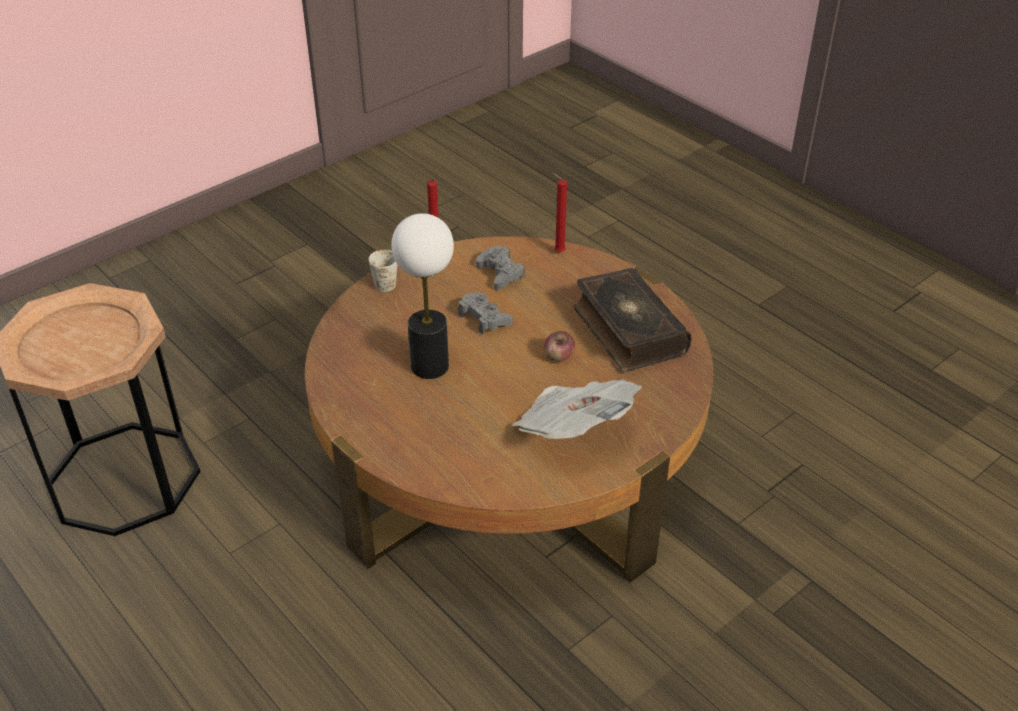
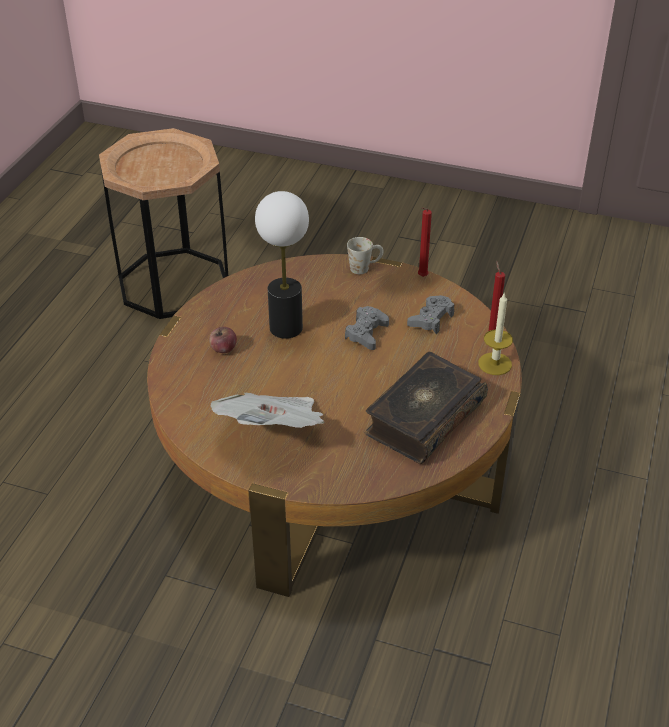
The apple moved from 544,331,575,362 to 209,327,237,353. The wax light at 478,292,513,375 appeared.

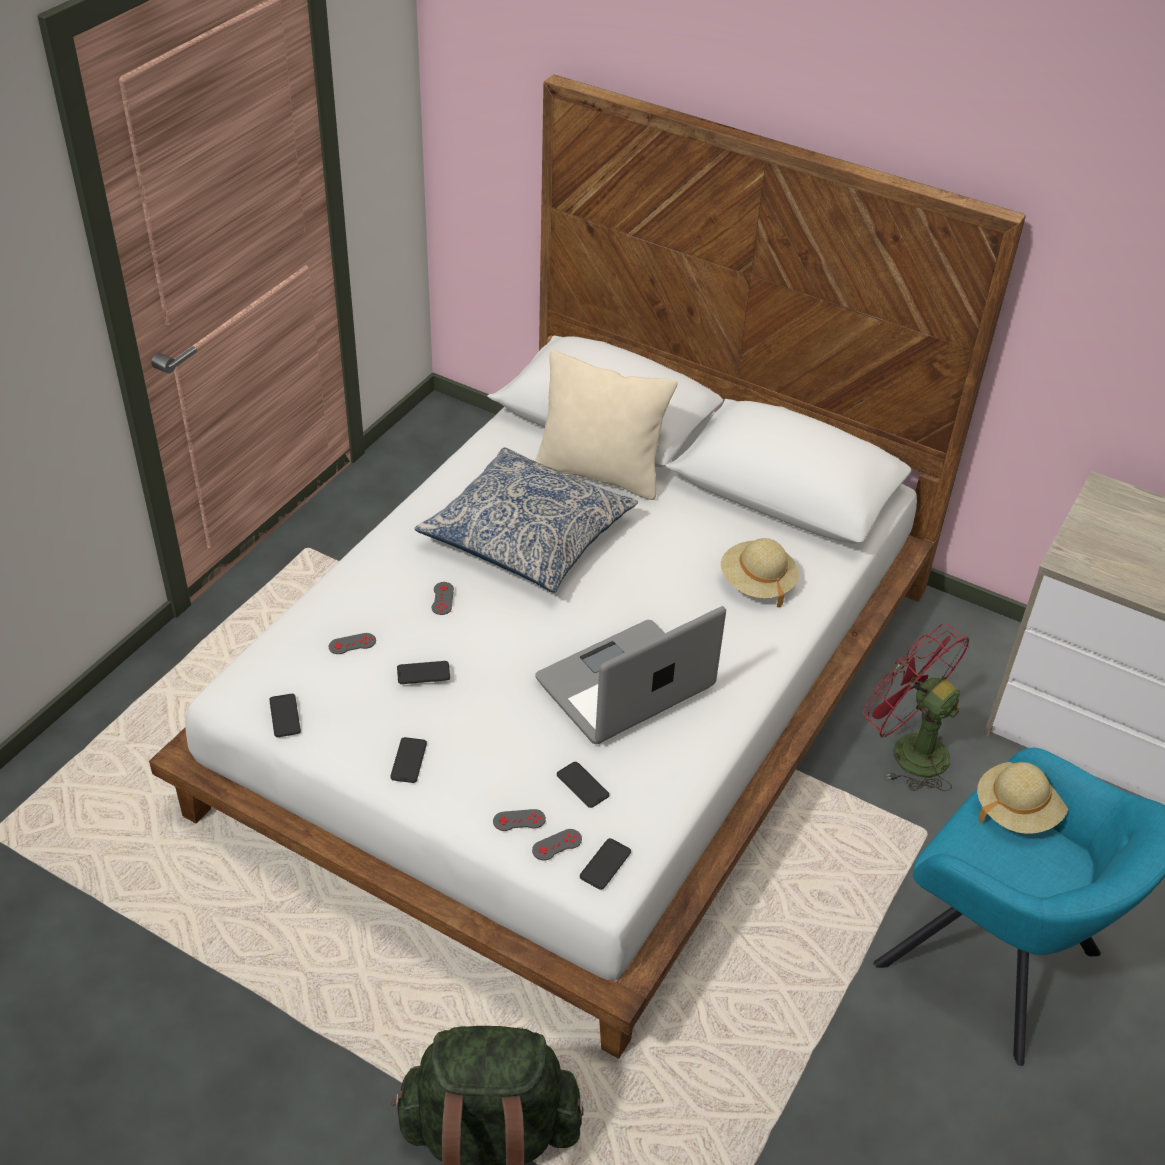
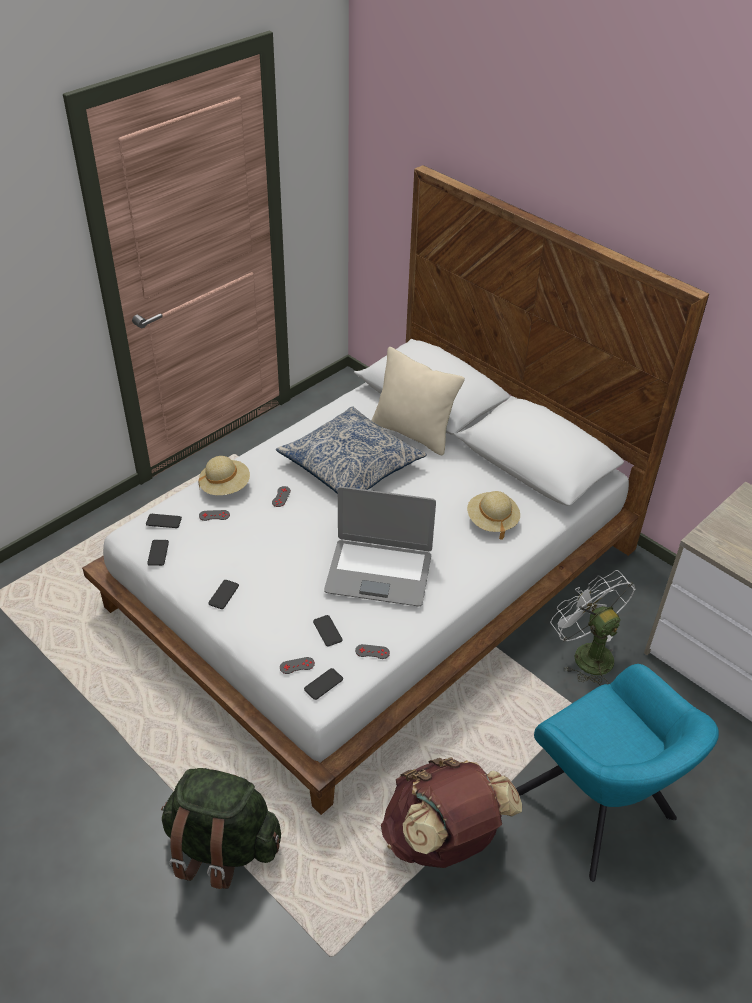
The telephone moved from 397,661,450,684 to 146,514,182,528. The beige hat moved from 977,762,1068,834 to 199,456,250,495. The portable computer at 536,606,726,744 turned 150 degrees counterclockwise. The gray gamepad moved from 493,809,546,831 to 355,644,390,659. The brown-coloured knapsack at 381,757,522,868 appeared. The red fan at 863,623,970,791 became the white fan at 550,570,635,686.

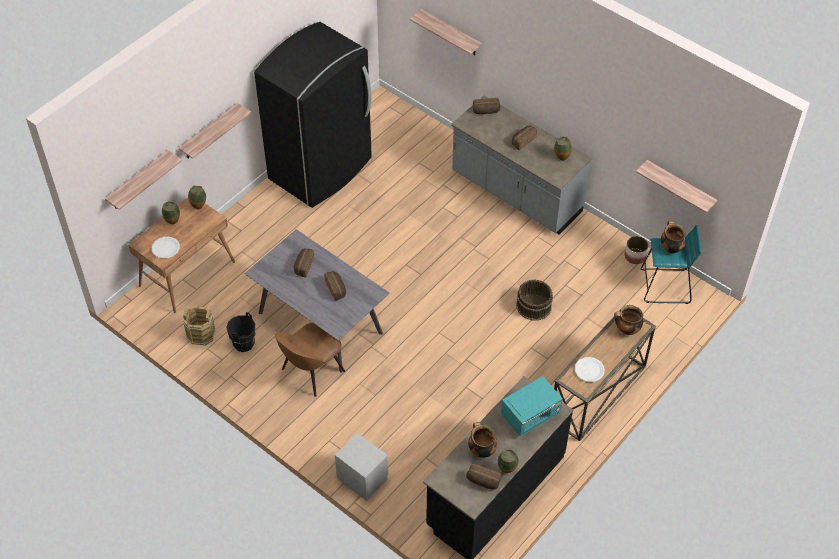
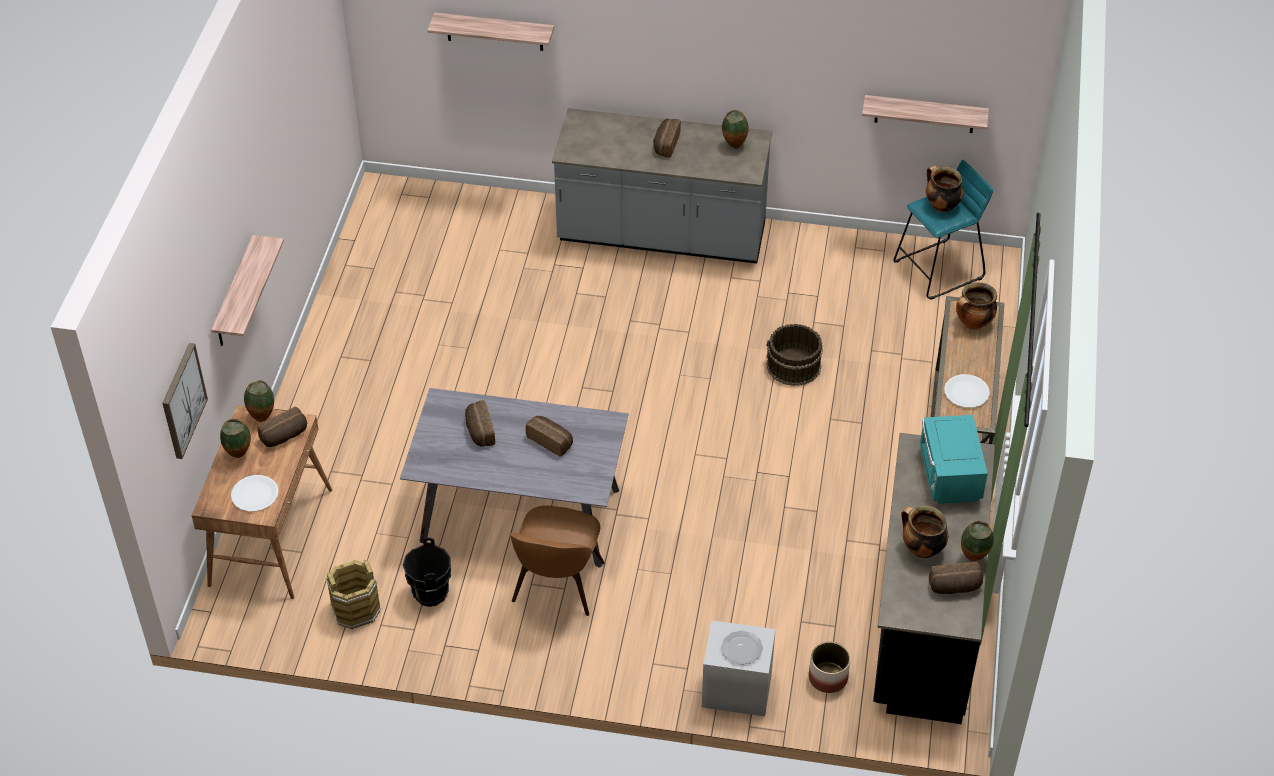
The bracket shelf at 105,150,182,210 was replaced by the wall art at 162,343,208,459. The bakery bread moved from 473,98,500,114 to 258,407,307,447. The dinner plate at 721,631,763,665 appeared. The flower pot moved from 624,236,649,264 to 809,642,850,693. The turquoise-coloured kitchen microwave at 501,376,563,437 turned 150 degrees clockwise. The black fridge at 254,22,372,208 disappeared.

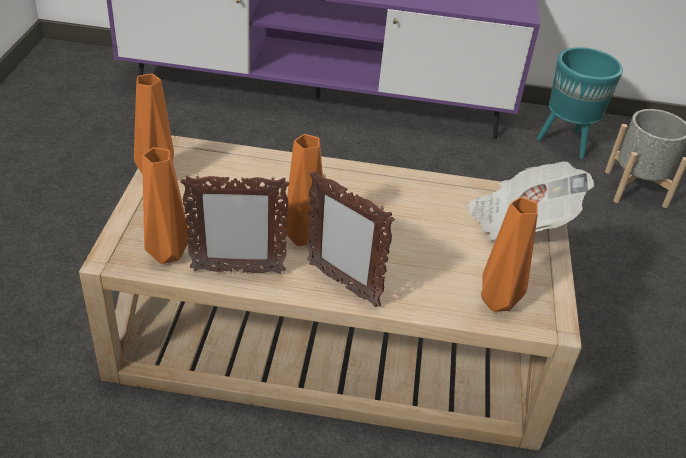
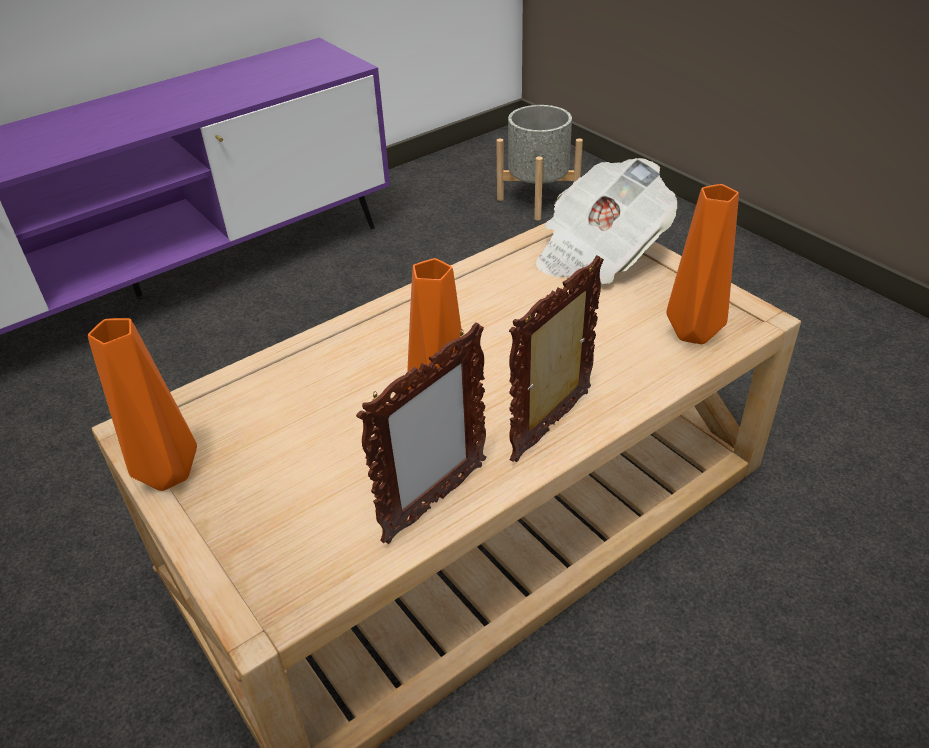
The photo frame at 307,171,395,307 turned 135 degrees clockwise. The orangey decorative vase at 142,147,189,264 disappeared. The turquoise-coloured flower pot at 537,47,623,159 disappeared.

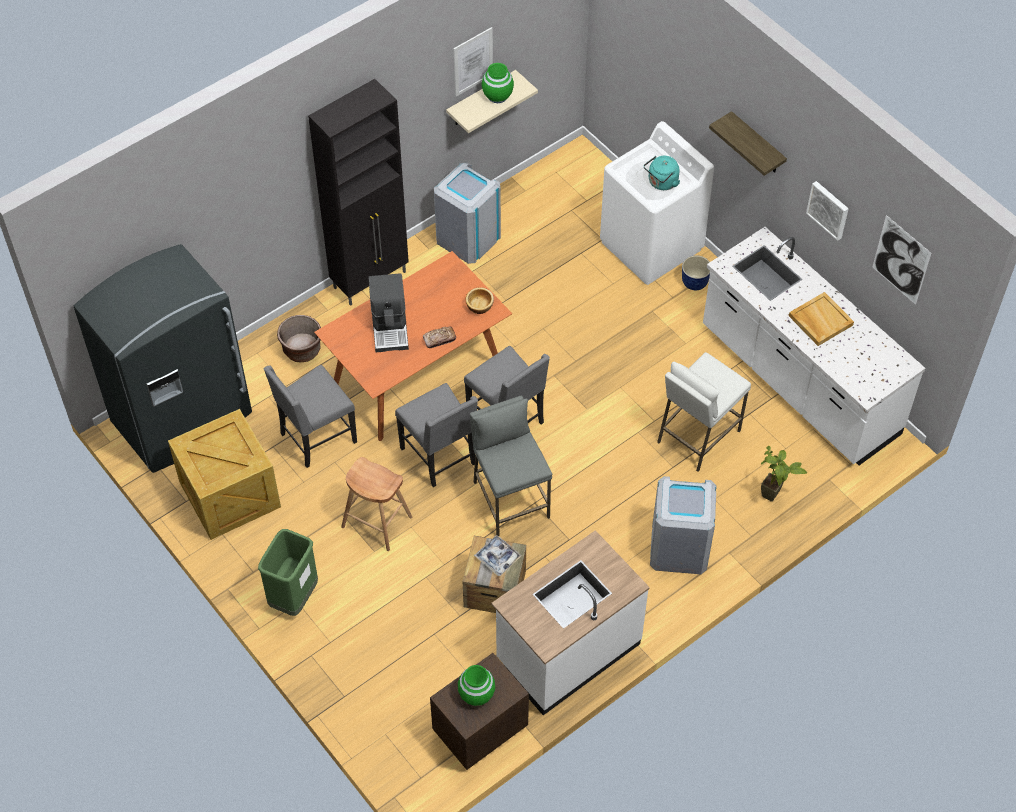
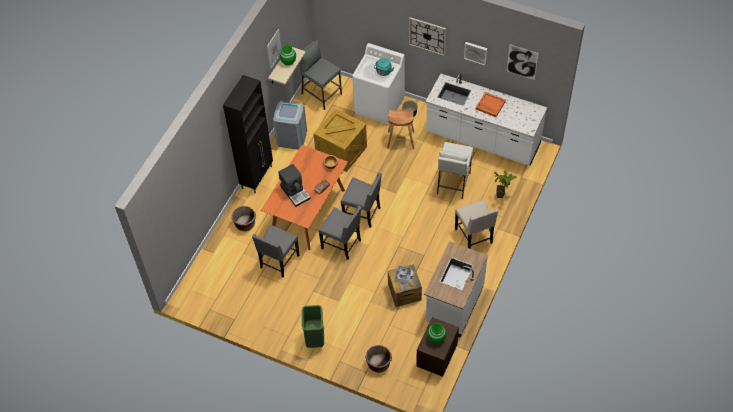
The gray stool seat moved from 470,396,552,536 to 298,40,342,110. The shipping crate moved from 168,409,281,540 to 313,109,367,172. The brown-coloured flower pot at 366,345,392,373 appeared. The brown-coloured stool seat moved from 341,457,413,551 to 387,110,415,149. The bracket shelf at 709,111,787,176 was replaced by the clock on the wall at 409,17,446,56. The gray waste bin at 650,476,717,574 was replaced by the beige upright chair at 455,199,498,249. The beige tray at 789,292,854,346 became the orangey tray at 476,92,506,117. The gray fridge at 74,244,252,473 disappeared.

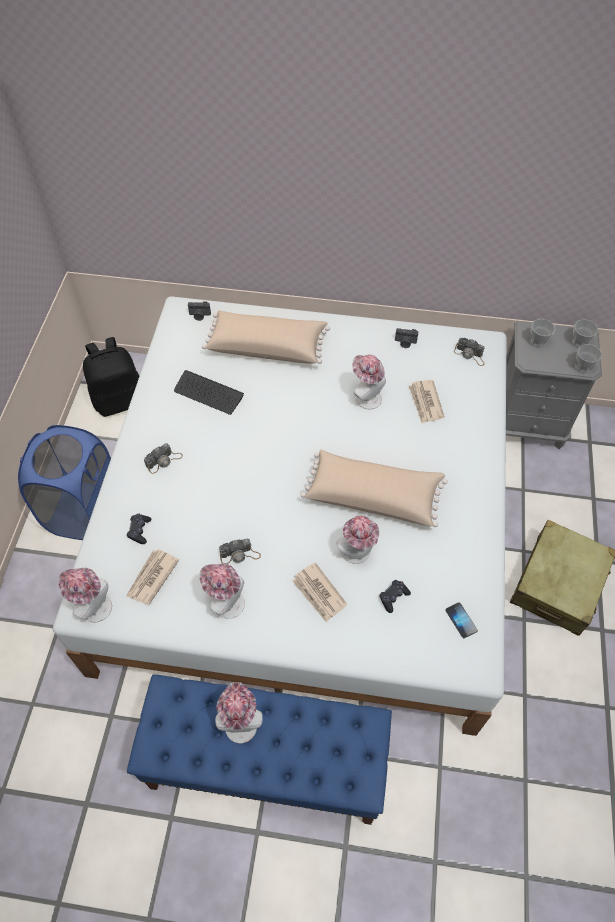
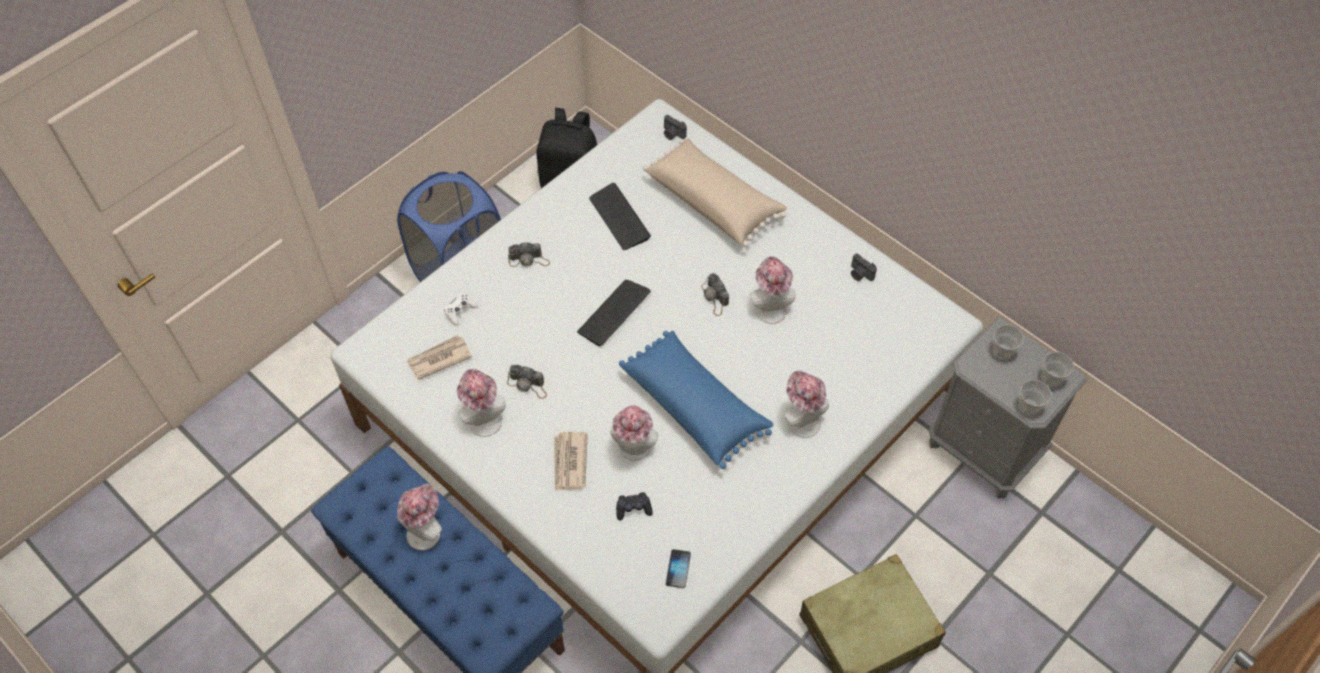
The black gamepad at 127,514,151,544 became the white gamepad at 444,293,478,326. The computer keyboard at 577,280,651,346 appeared. The beige throw pillow at 300,449,448,527 became the blue throw pillow at 619,331,773,469. The still camera moved from 454,338,485,366 to 701,273,729,316. The hat moved from 58,568,112,622 to 784,370,829,438. The daily paper at 409,380,445,423 disappeared.

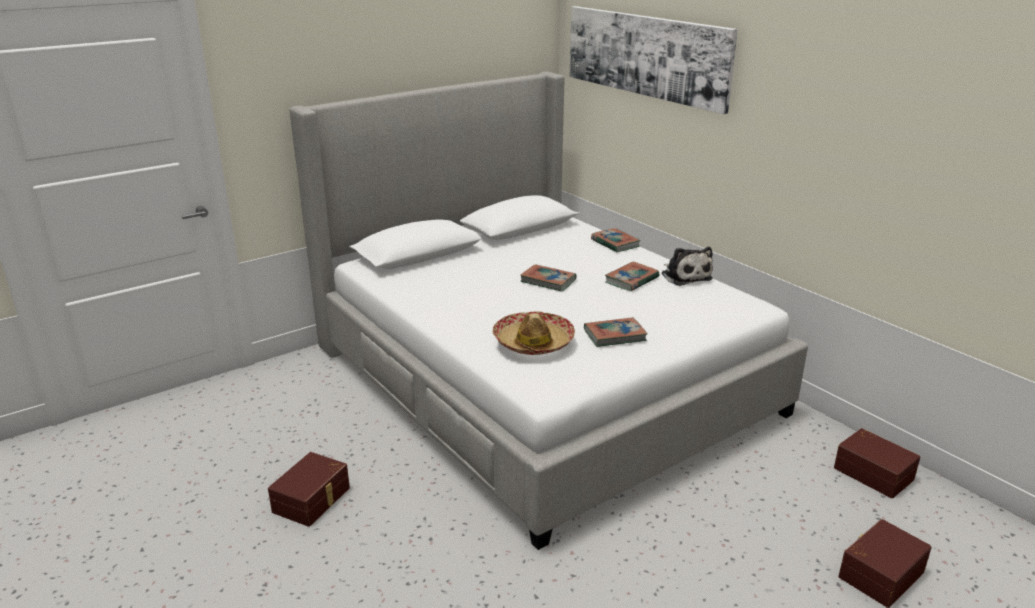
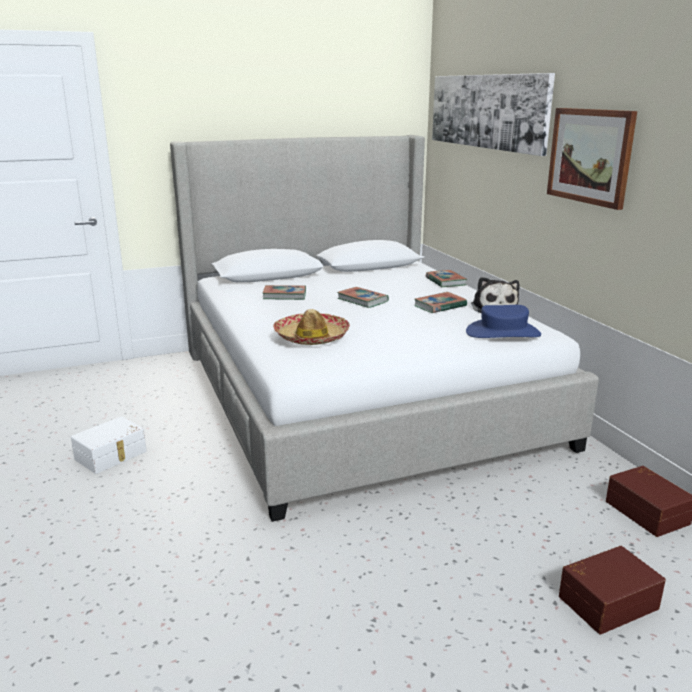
The brown-coloured storage box at 268,452,350,527 became the white storage box at 71,416,147,474. The book moved from 584,317,647,347 to 263,285,306,300. The blue hat at 466,305,541,338 appeared. The wall art at 547,108,637,210 appeared.

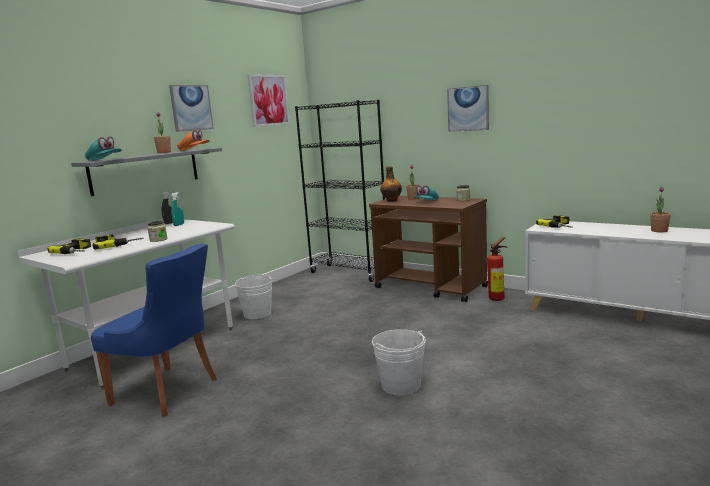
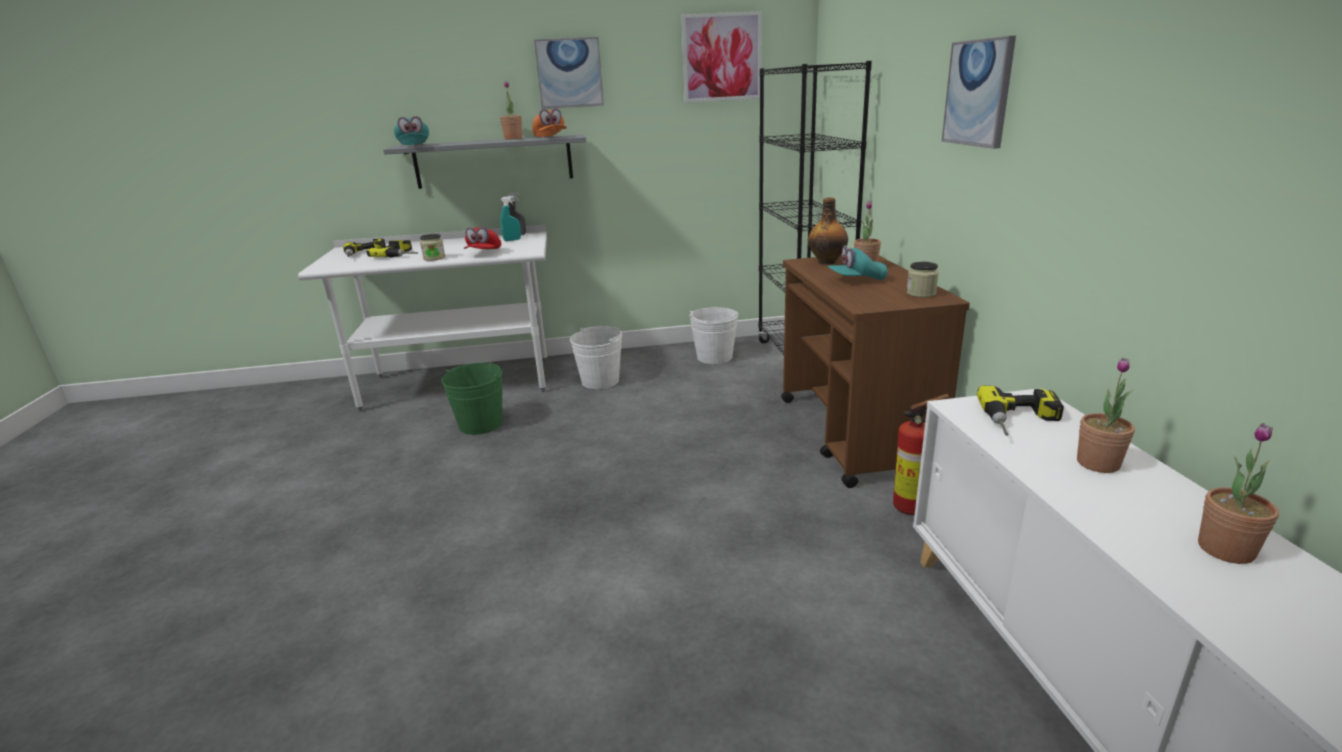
The green pail at 441,362,502,435 appeared. The red cap at 464,227,501,249 appeared. The white pail moved from 372,329,426,395 to 689,307,739,364. The houseplant at 1077,358,1135,473 appeared. The blue upright chair at 91,244,217,417 disappeared.

